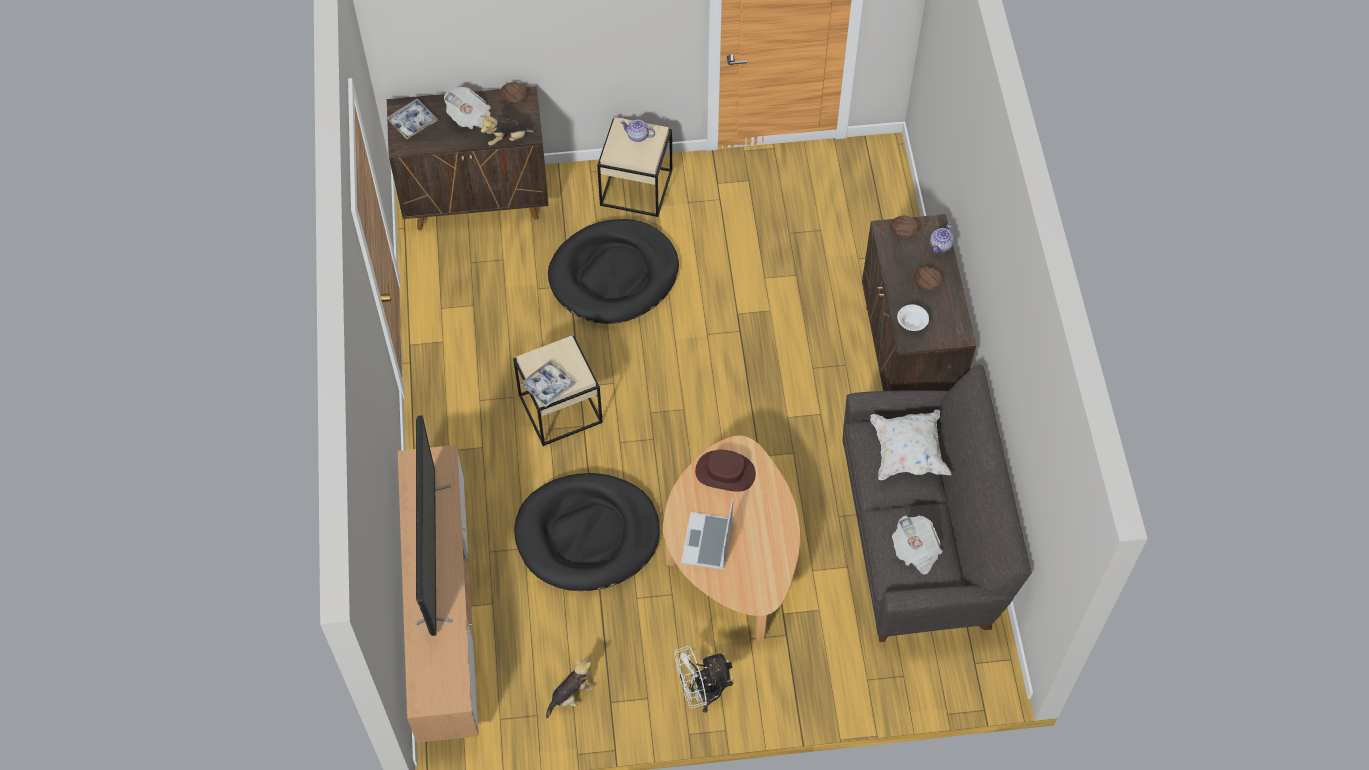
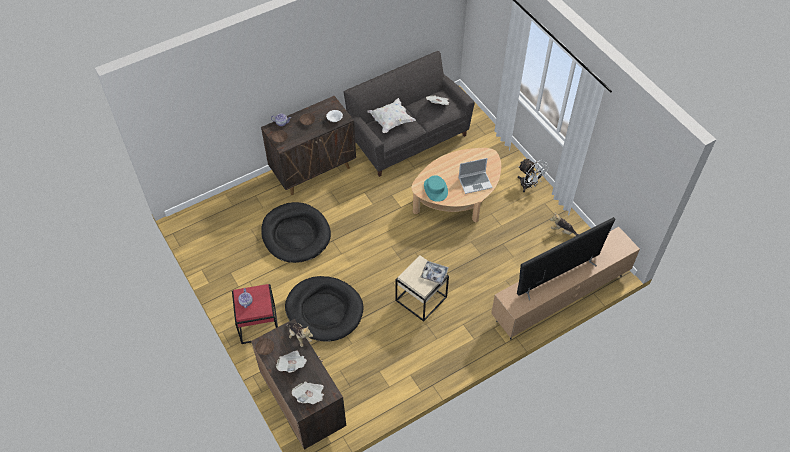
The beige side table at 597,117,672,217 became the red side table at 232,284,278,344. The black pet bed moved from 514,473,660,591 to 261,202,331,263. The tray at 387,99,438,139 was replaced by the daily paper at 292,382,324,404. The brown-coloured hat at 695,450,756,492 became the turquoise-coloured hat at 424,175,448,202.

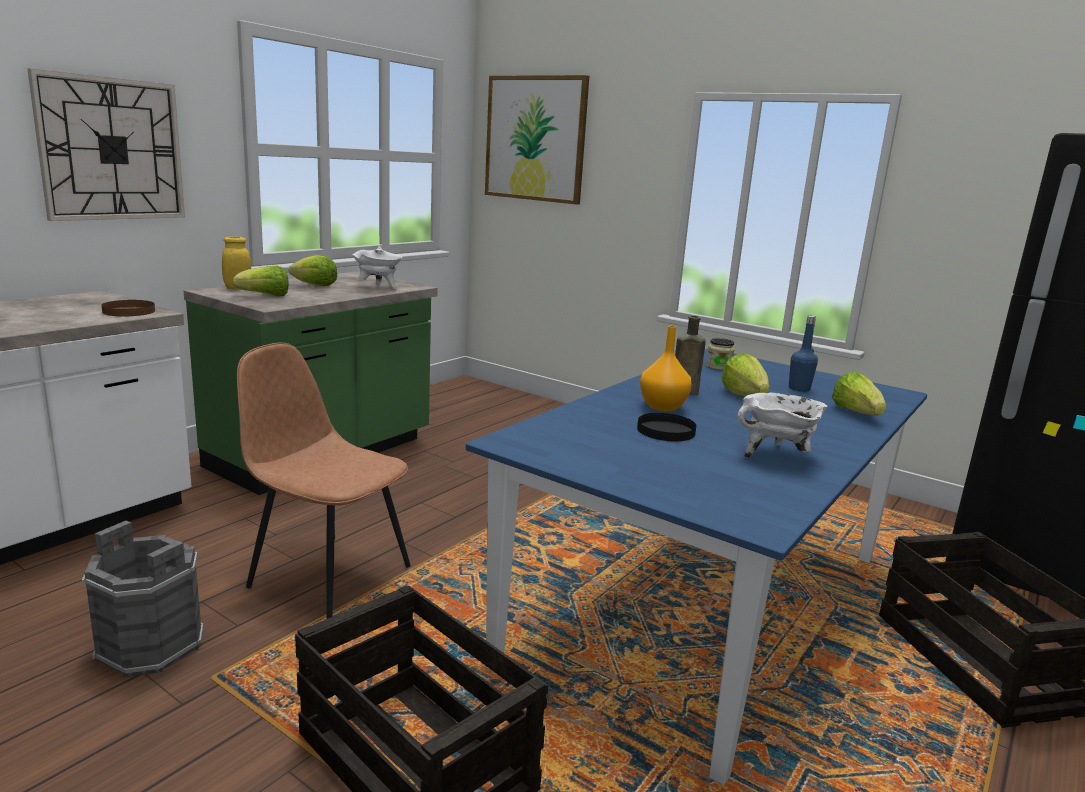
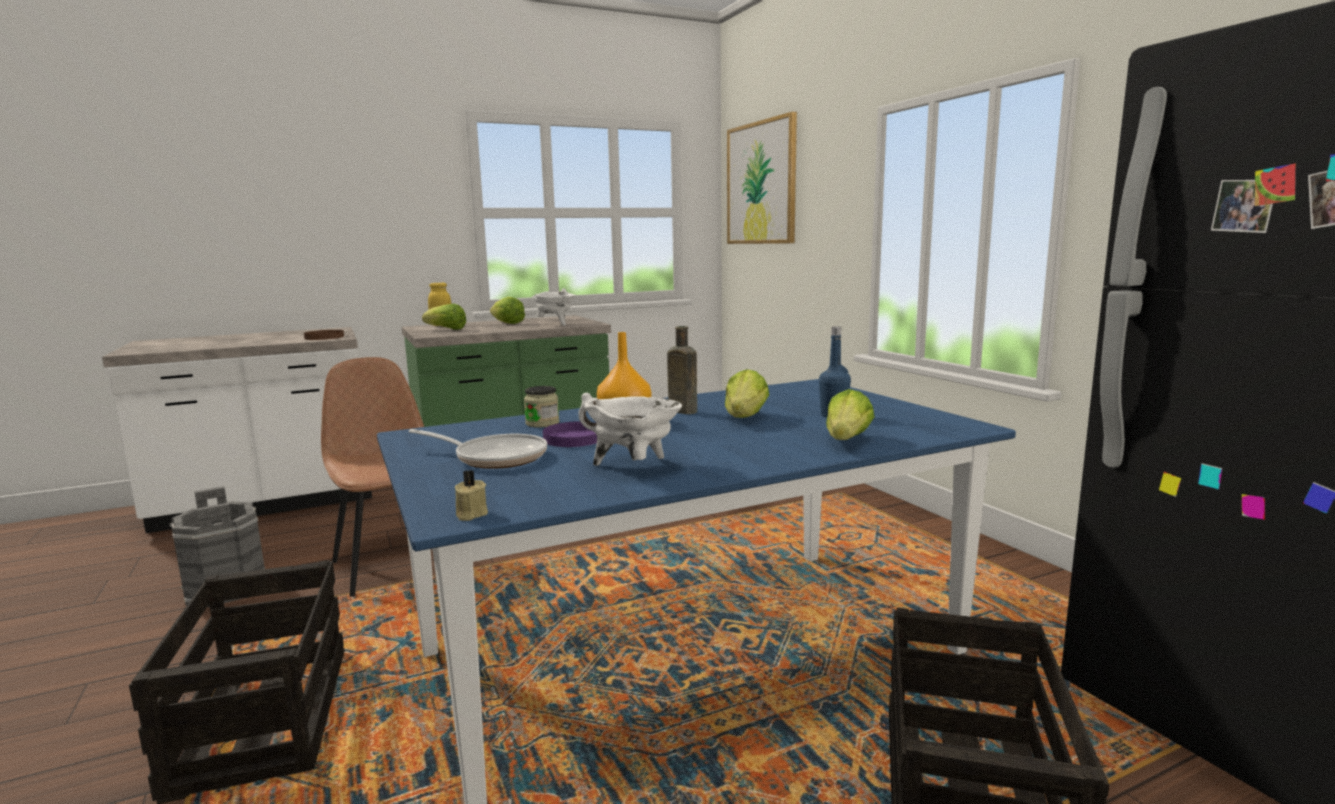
The frying pan at 409,429,547,469 appeared. The beige wax light at 455,470,488,521 appeared. The preserve jar moved from 706,338,735,370 to 524,386,559,428. The black dinner plate at 637,413,696,441 became the purple dinner plate at 543,421,597,447. The clock on the wall at 27,69,185,221 disappeared.

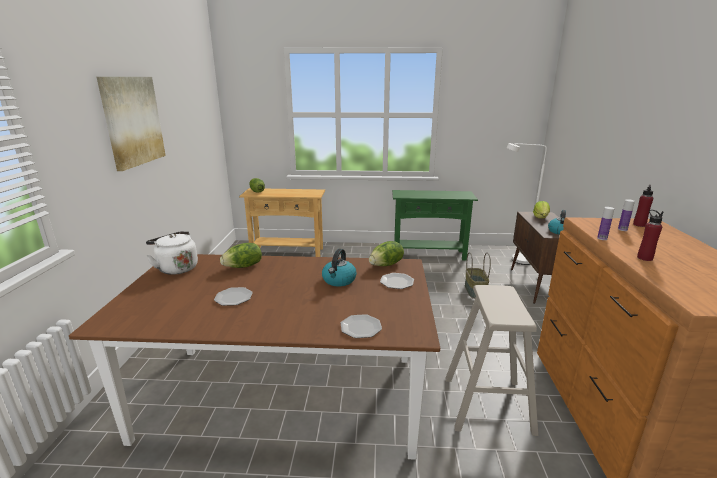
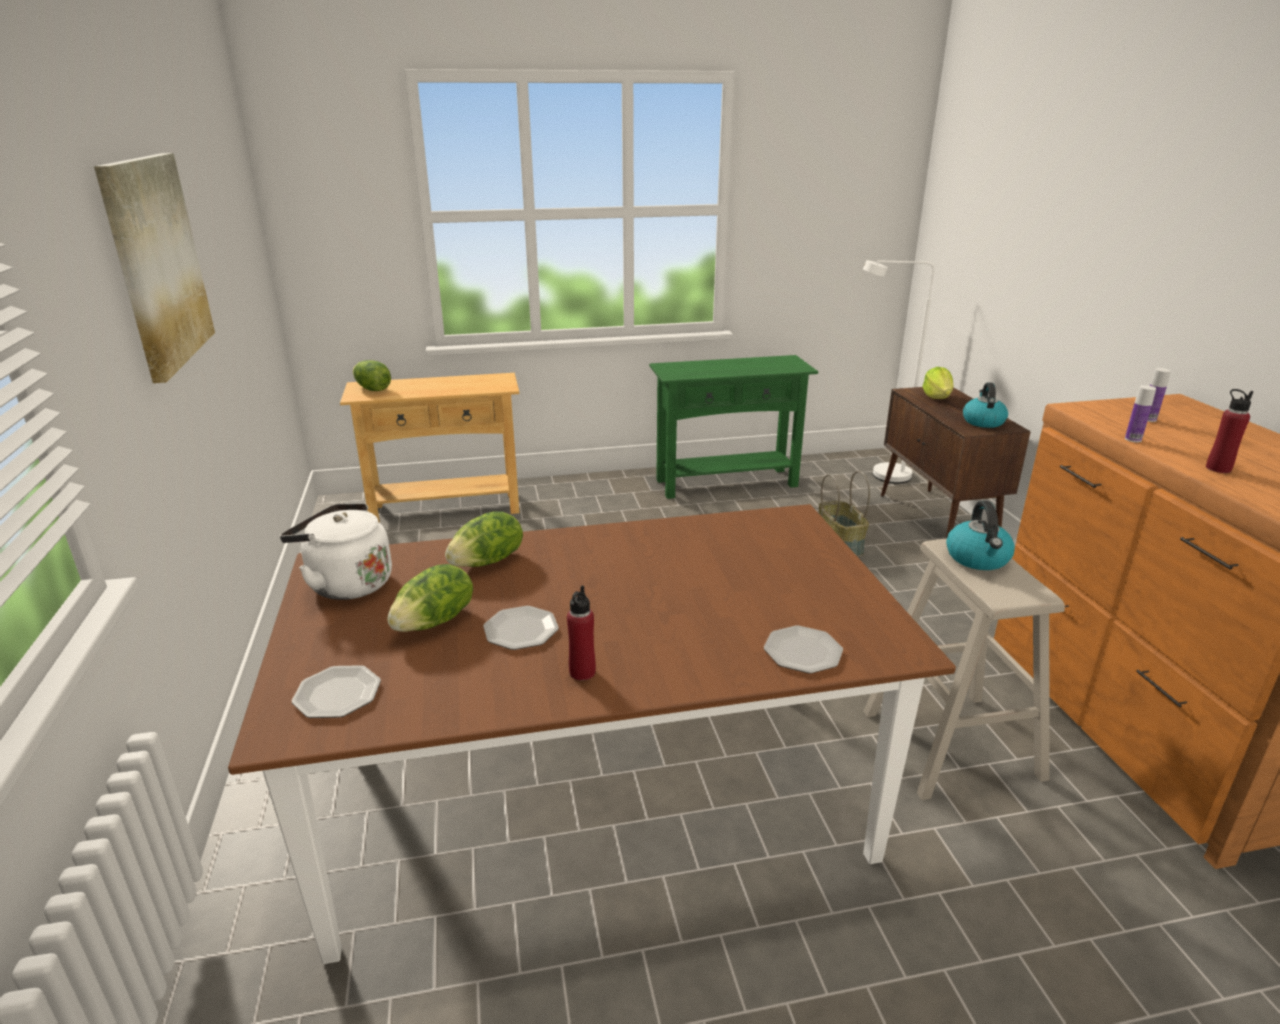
The dinner plate moved from 380,273,414,289 to 292,665,381,718. The head of lettuce moved from 369,241,404,266 to 387,564,473,632. The red bottle moved from 633,185,653,227 to 567,586,596,680. The tea kettle moved from 322,249,357,286 to 946,501,1015,570.

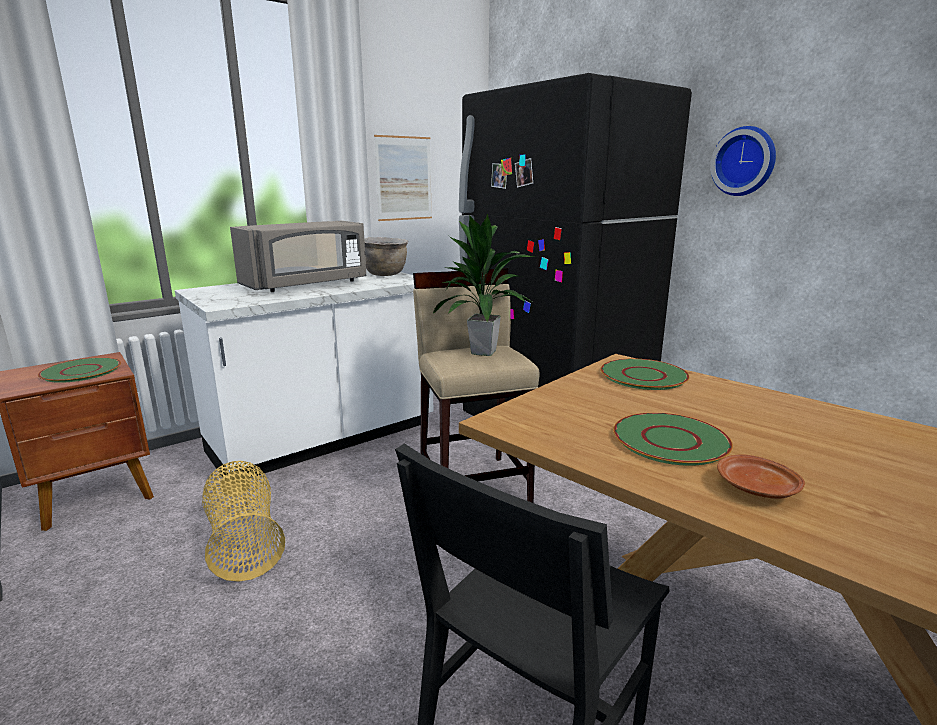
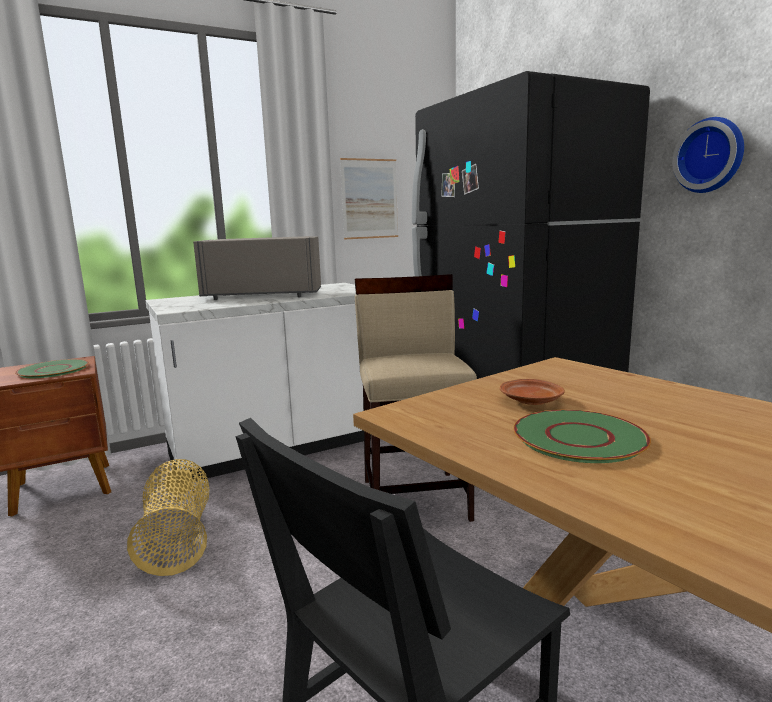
The gray kitchen microwave at 230,221,367,292 turned 150 degrees counterclockwise. The brown-coloured dinner plate moved from 717,454,805,499 to 500,379,565,405. The brown-coloured cooking pot at 364,237,408,276 disappeared. The houseplant at 433,214,534,356 disappeared. The green dinner plate at 601,359,690,390 disappeared.

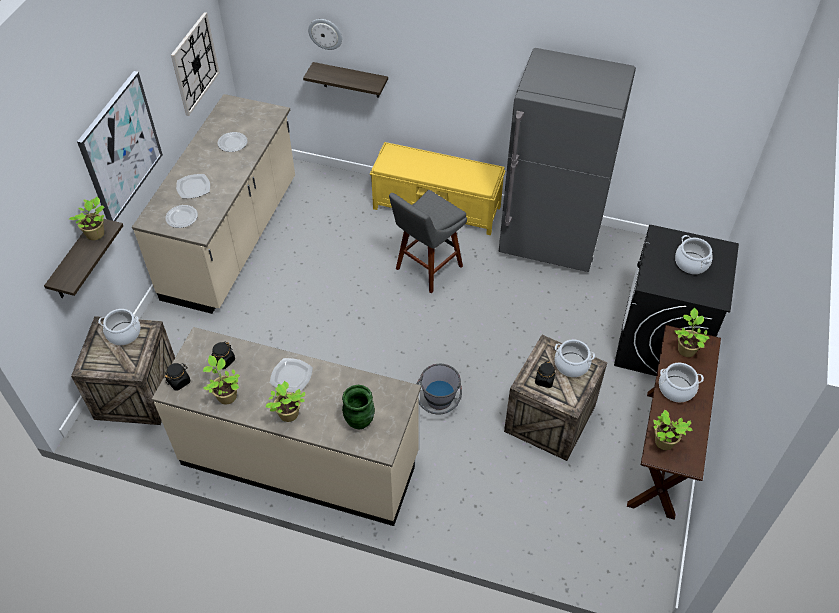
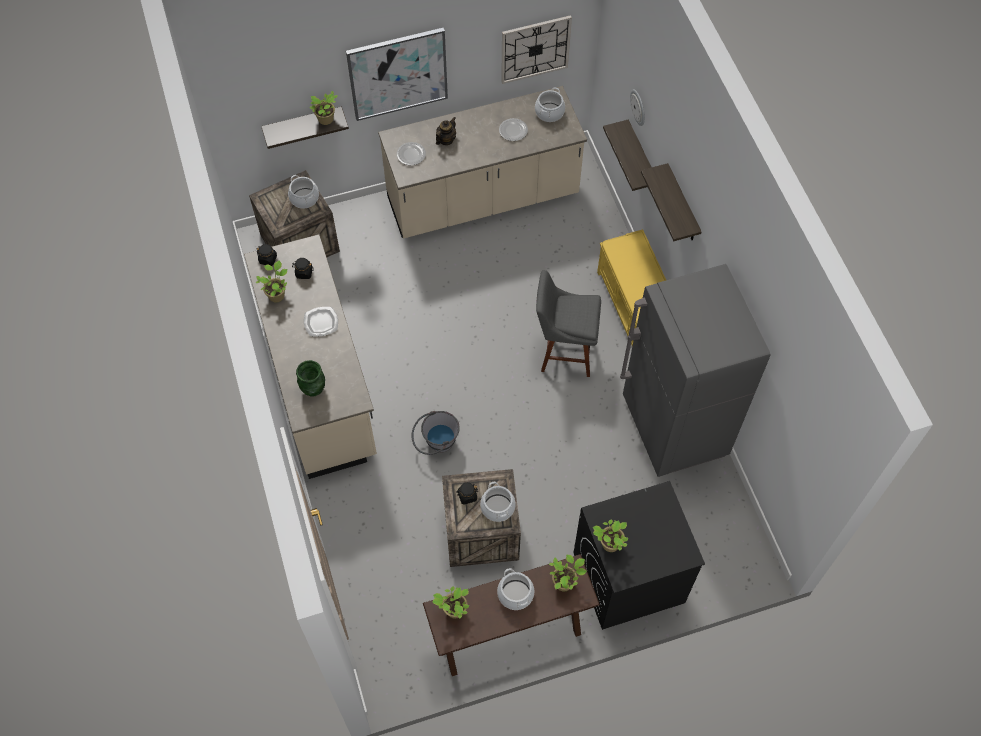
The dinner plate at 176,174,210,198 was replaced by the teapot at 436,117,456,145. The cooking pot moved from 675,235,713,274 to 535,87,565,122. The houseplant moved from 266,381,305,422 to 593,519,628,552. The bracket shelf at 641,163,702,241 appeared.

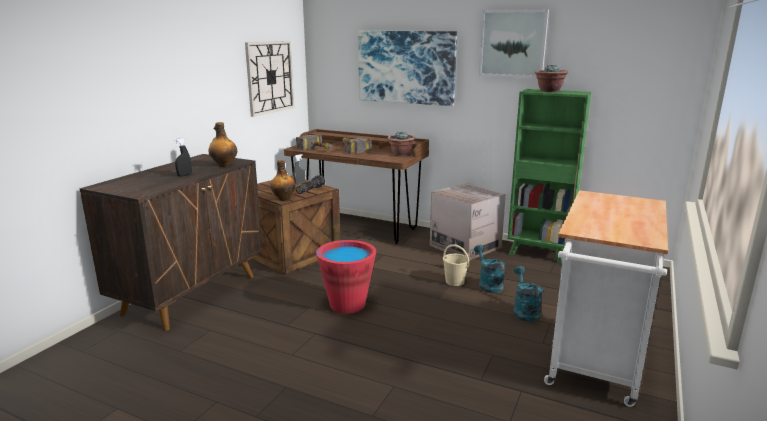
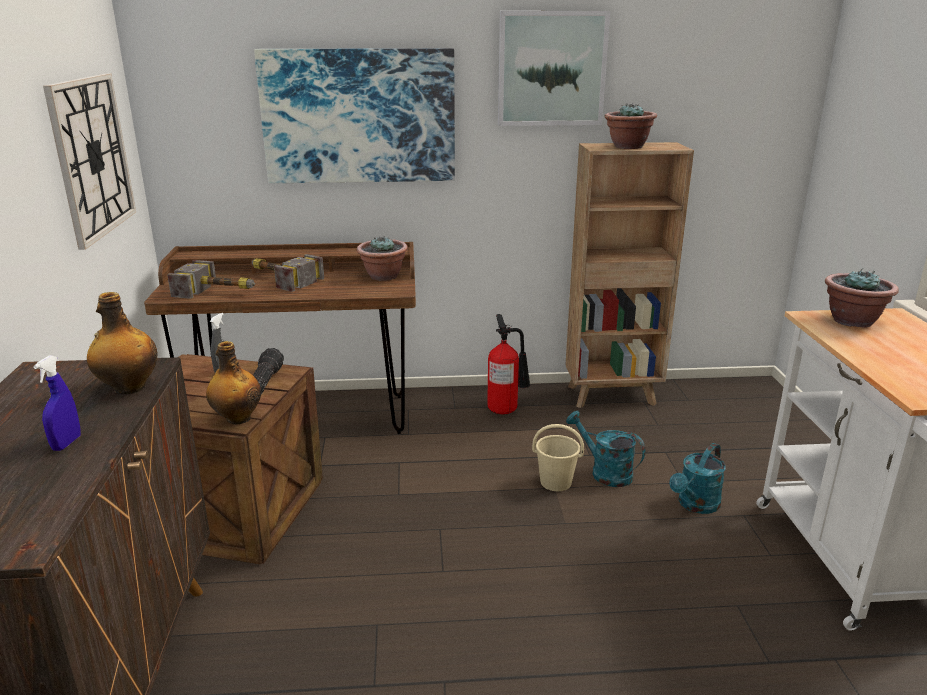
The black hand sprayer at 174,138,192,176 became the blue hand sprayer at 33,356,81,451. The cardboard box at 430,183,506,261 was replaced by the fire-fighting cylinder at 487,314,530,414. The green bookcase at 508,89,591,264 became the brown-coloured bookcase at 565,142,694,408. The turquoise-coloured sprinkling can at 513,266,543,322 turned 105 degrees counterclockwise. The houseplant at 825,268,899,328 appeared. The red pail at 316,240,376,314 disappeared.

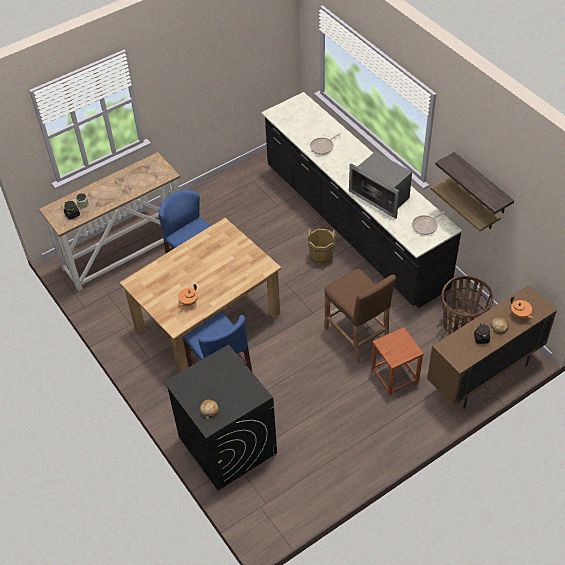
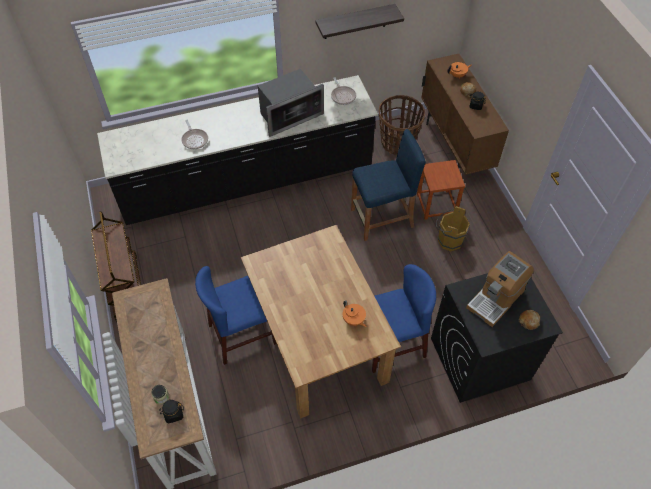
The brown-coloured cart at 91,211,141,322 appeared. The brown-coloured stool seat at 324,269,396,363 became the blue stool seat at 351,129,426,241. The brown-coloured pail moved from 307,229,336,266 to 436,206,470,251. The coffee machine at 466,251,534,327 appeared. The bracket shelf at 431,177,501,231 disappeared.

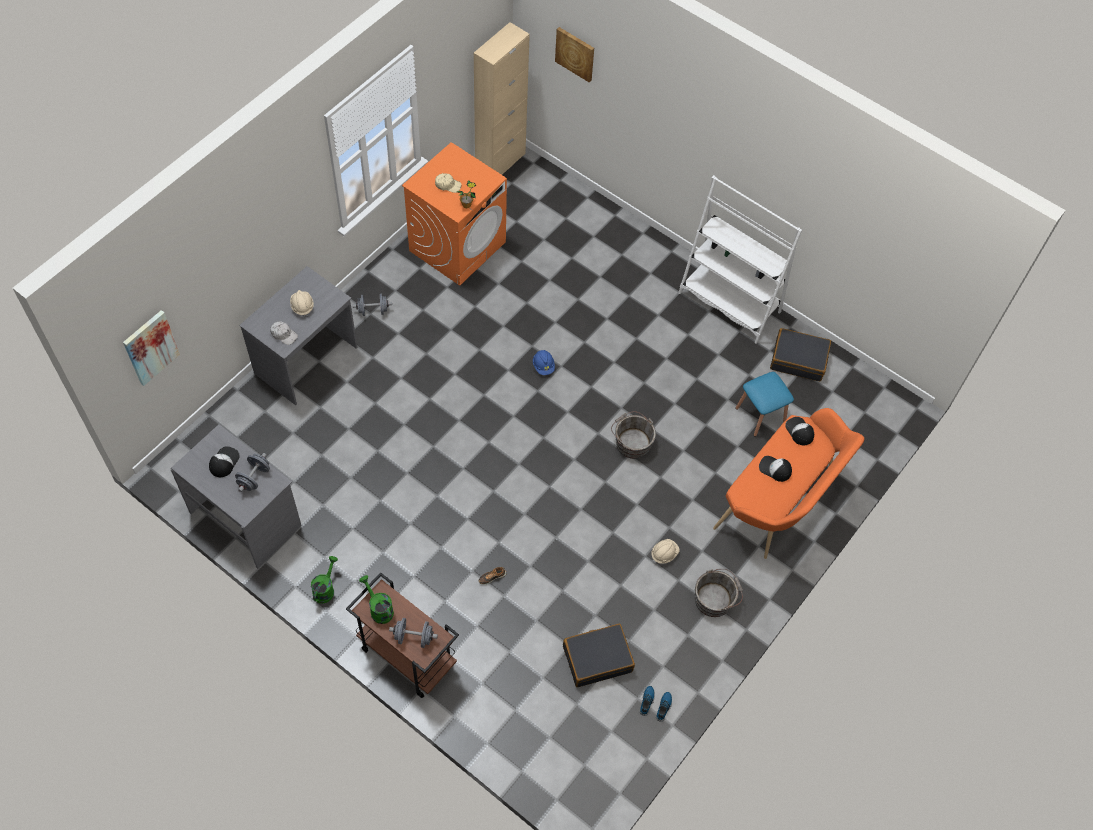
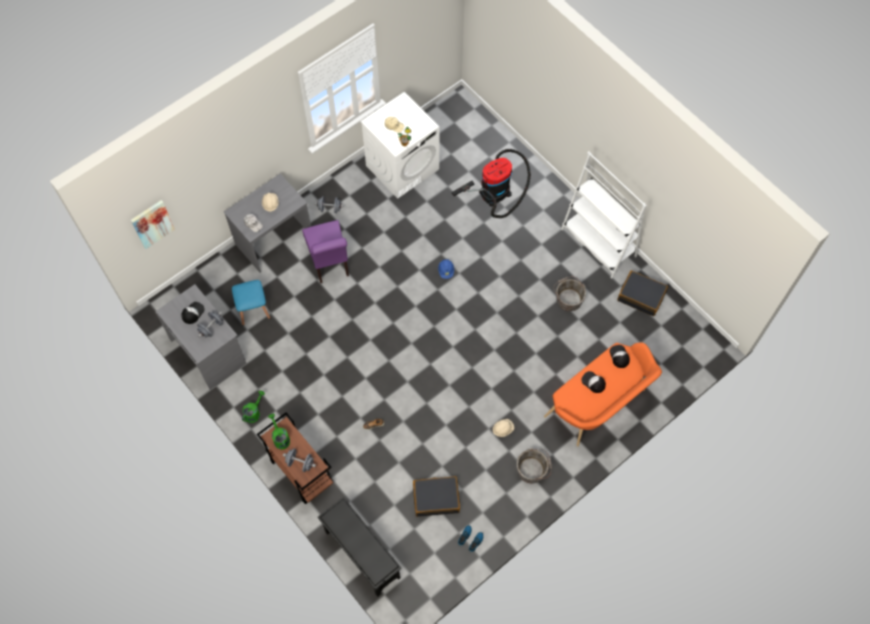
The blue stool seat moved from 735,372,794,437 to 232,280,270,326. The purple upright chair at 302,220,349,283 appeared. The black shoe rack at 318,497,402,597 appeared. The orangey washing machine at 402,142,507,286 became the white washing machine at 360,92,440,199. The hoover at 452,149,531,218 appeared. The gray pail moved from 611,411,656,459 to 554,276,586,311. The beige cabinet at 474,22,530,175 disappeared. The wall art at 555,27,594,82 disappeared.

